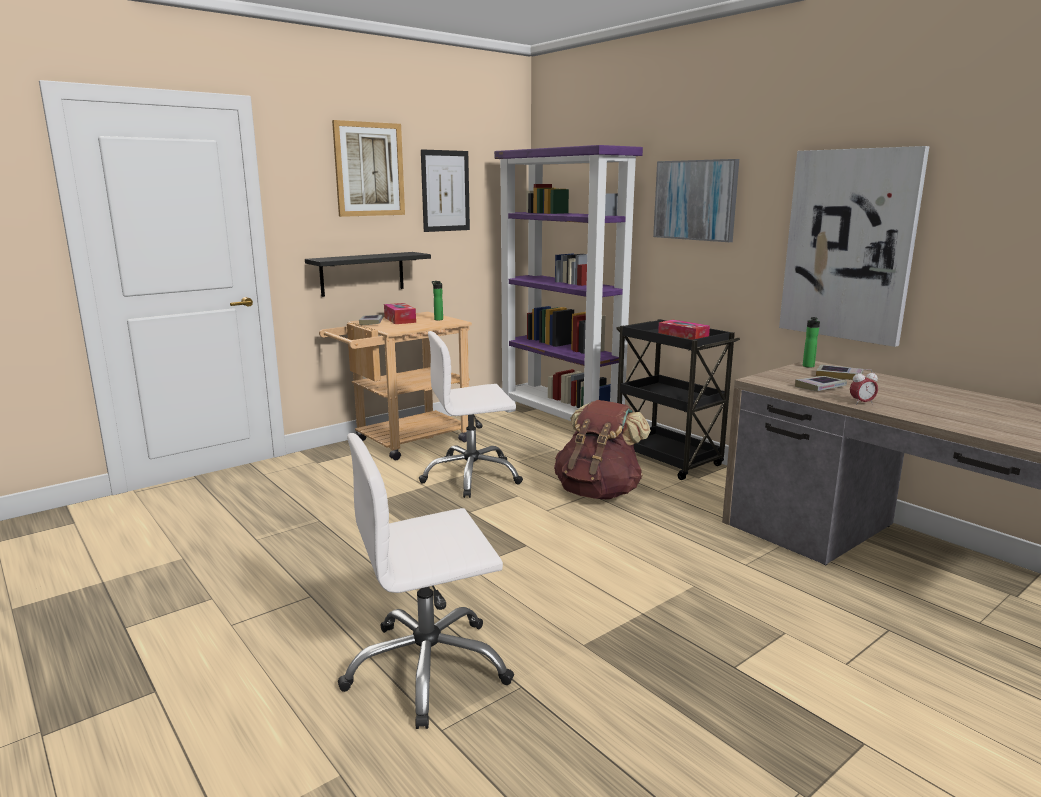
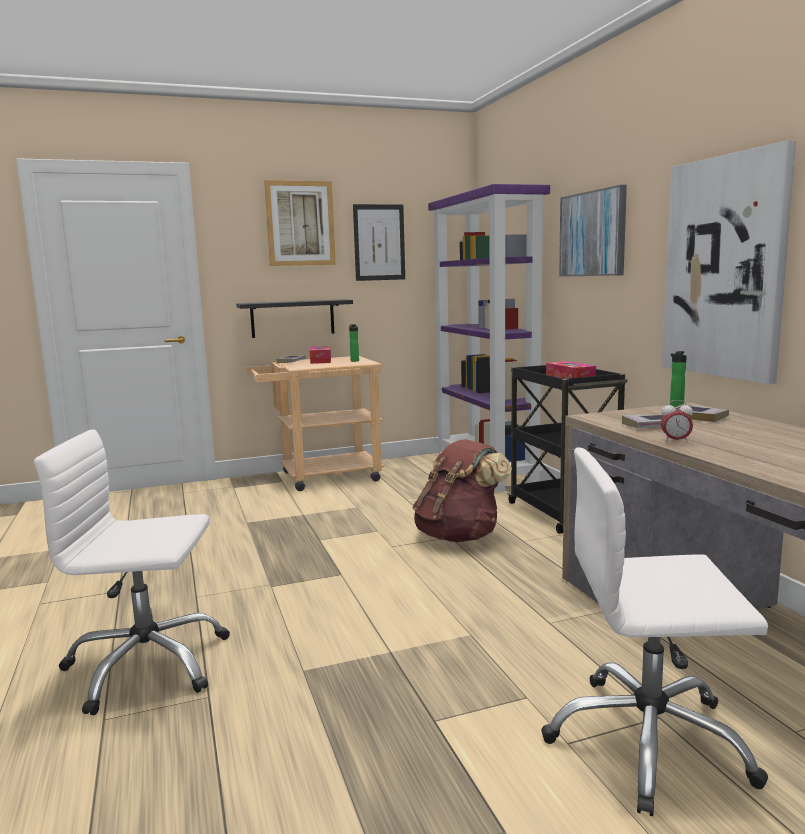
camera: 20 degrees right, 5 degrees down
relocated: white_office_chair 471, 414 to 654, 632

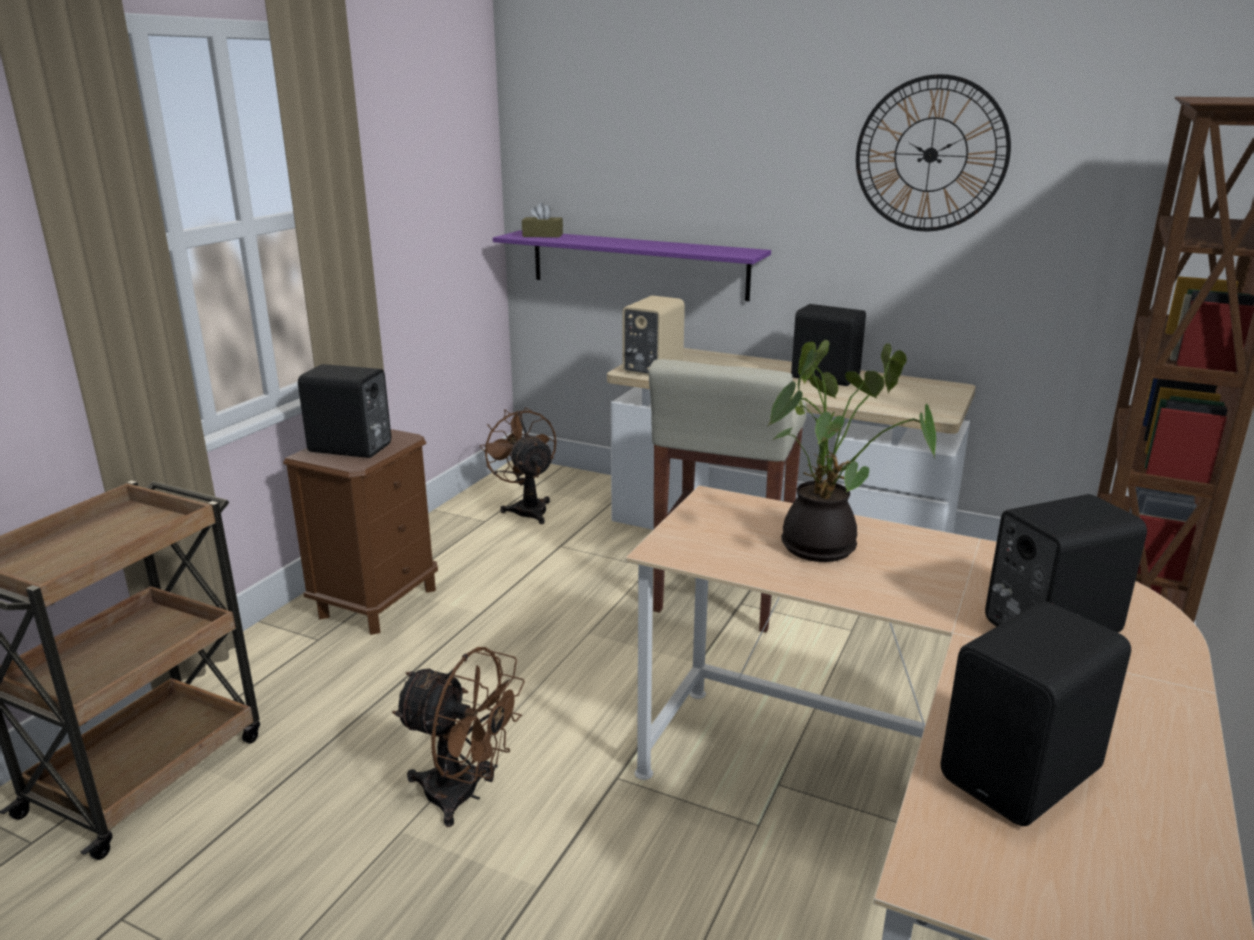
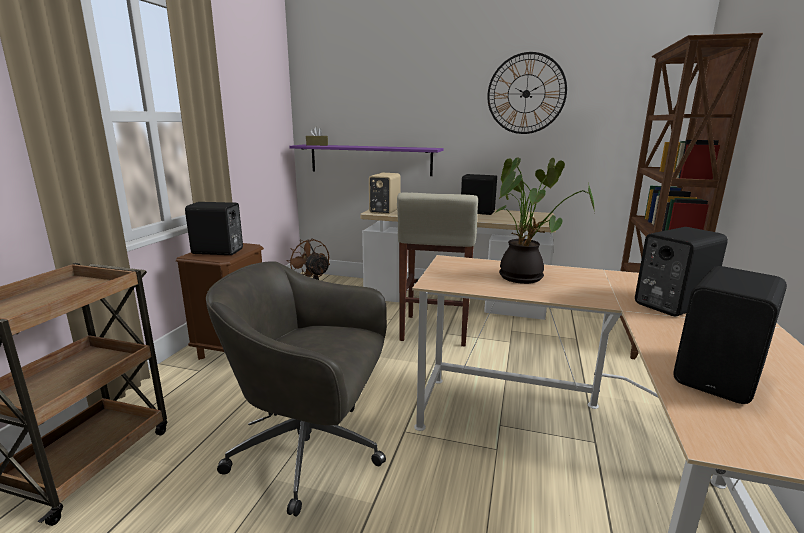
camera: 10 degrees left, 5 degrees down
exchanged: brown_fan 458, 737 to grey_office_chair 296, 388

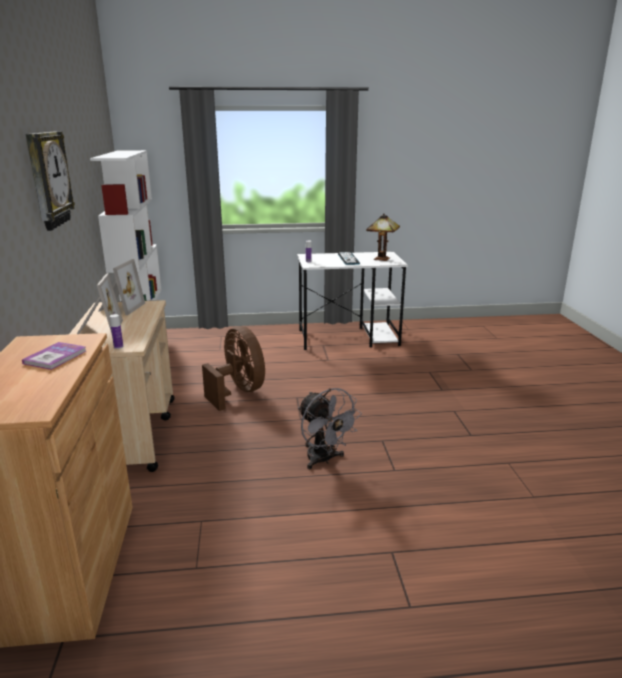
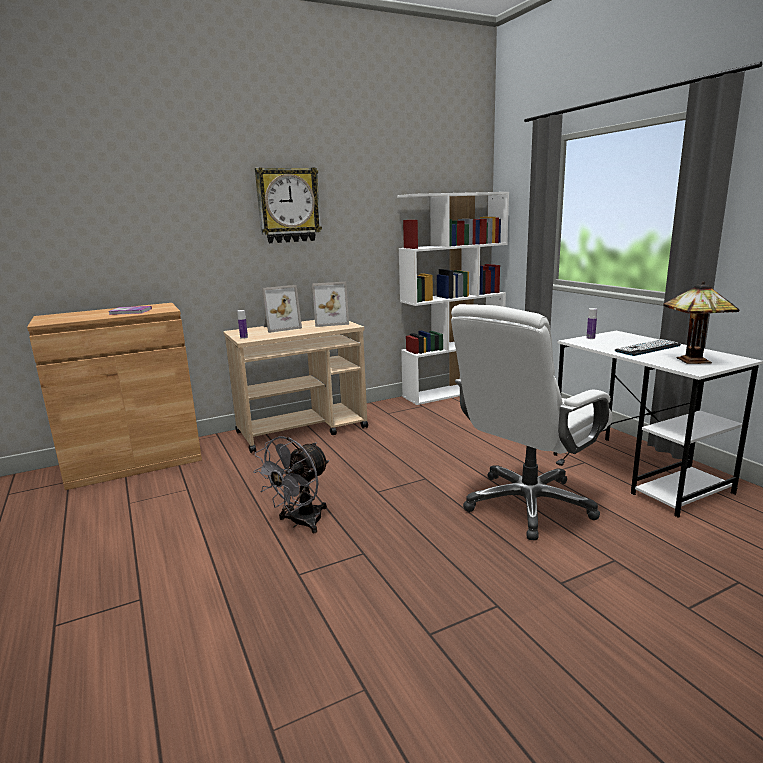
camera: 70 degrees right, 5 degrees down
missing: brown_fan 233, 368
appeared: white_office_chair 531, 422

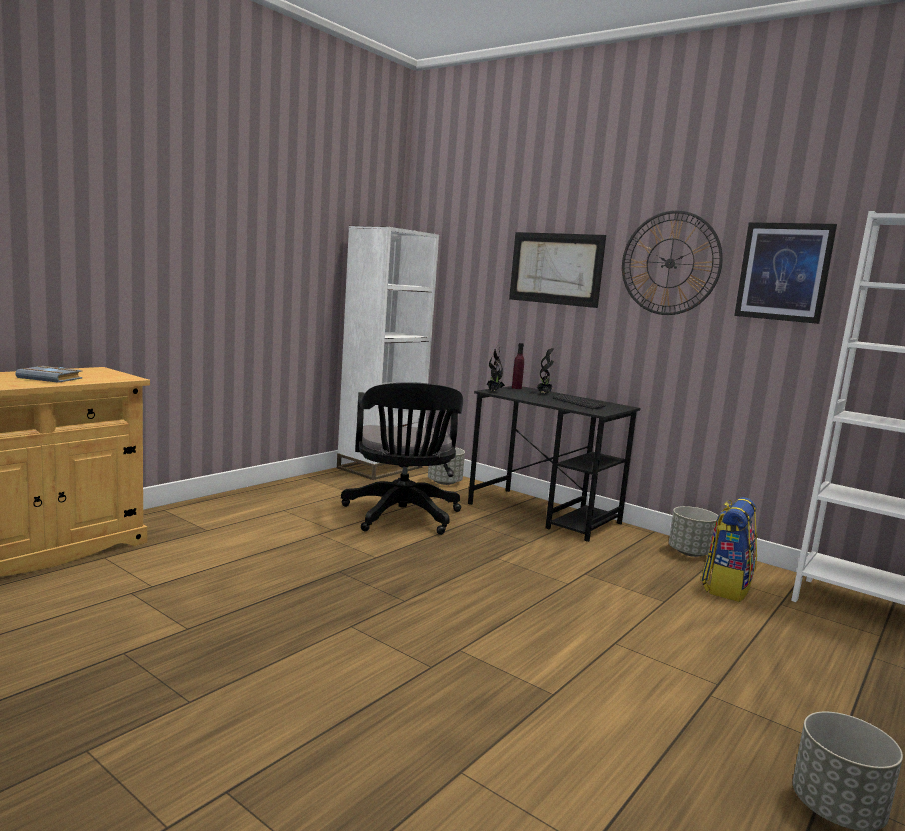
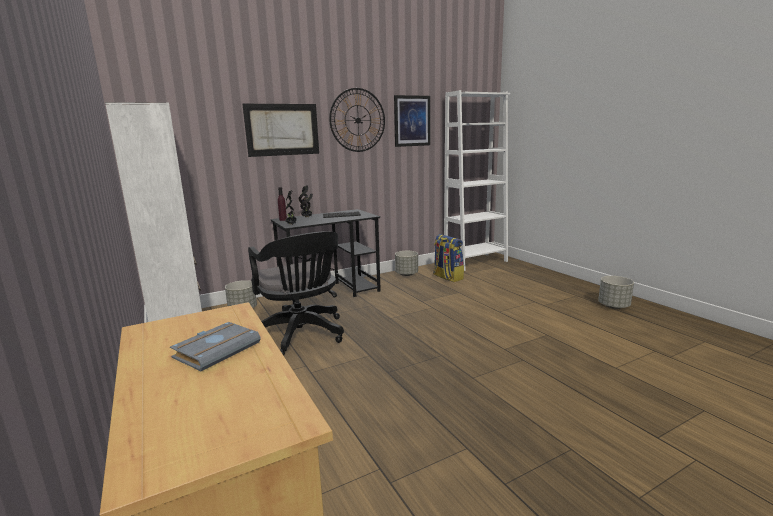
camera: 65 degrees left, 5 degrees up
spun: black_office_chair 402, 458 = 296, 293 45 degrees clockwise

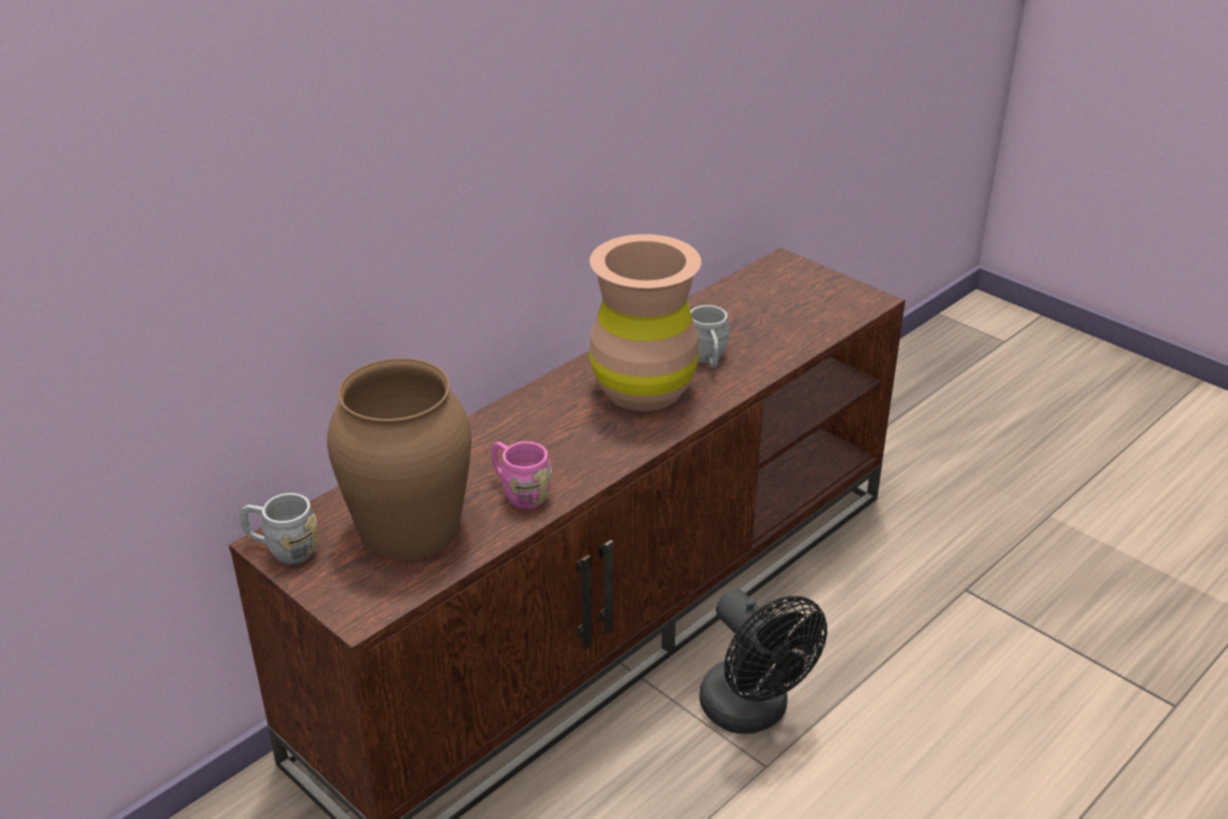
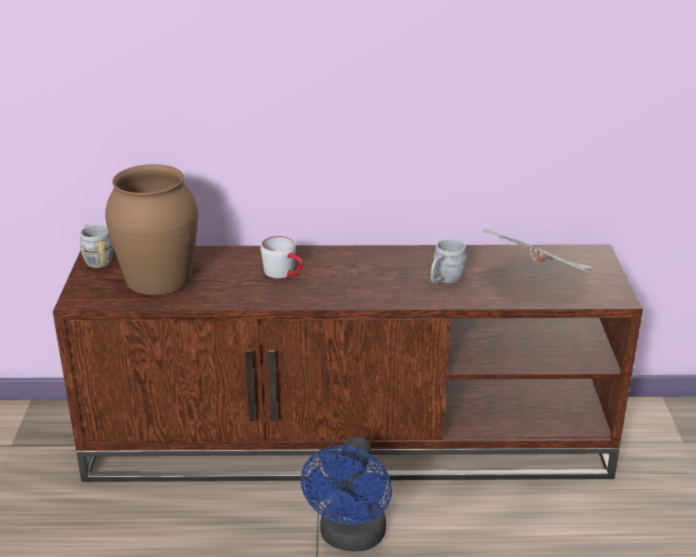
camera: 45 degrees right, 5 degrees down
missing: pink_mug 521, 475; brown_vase 645, 322
appeared: grey_mug 282, 257; newspaper 537, 251
colour: black_fan 763, 661 to blue_fan 346, 494

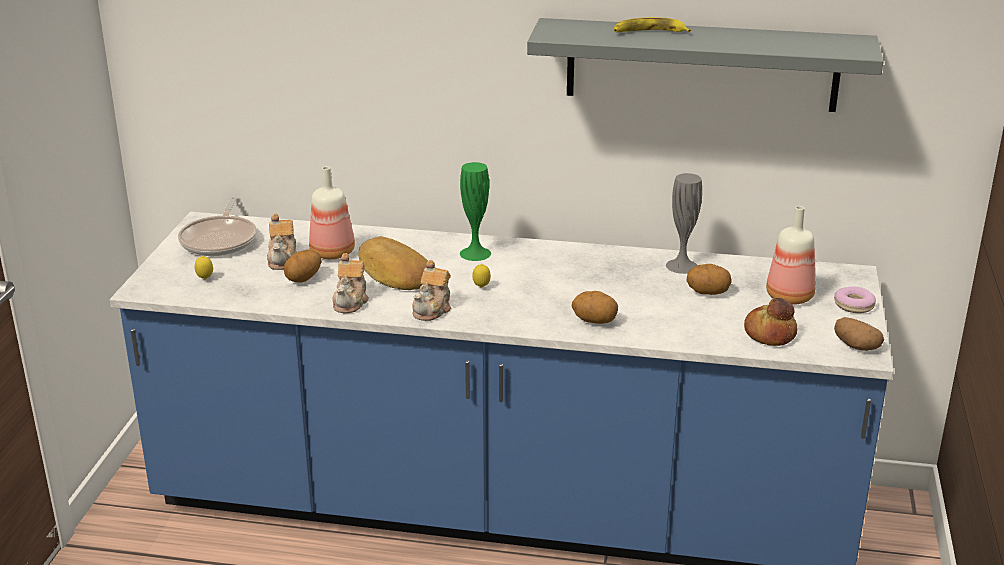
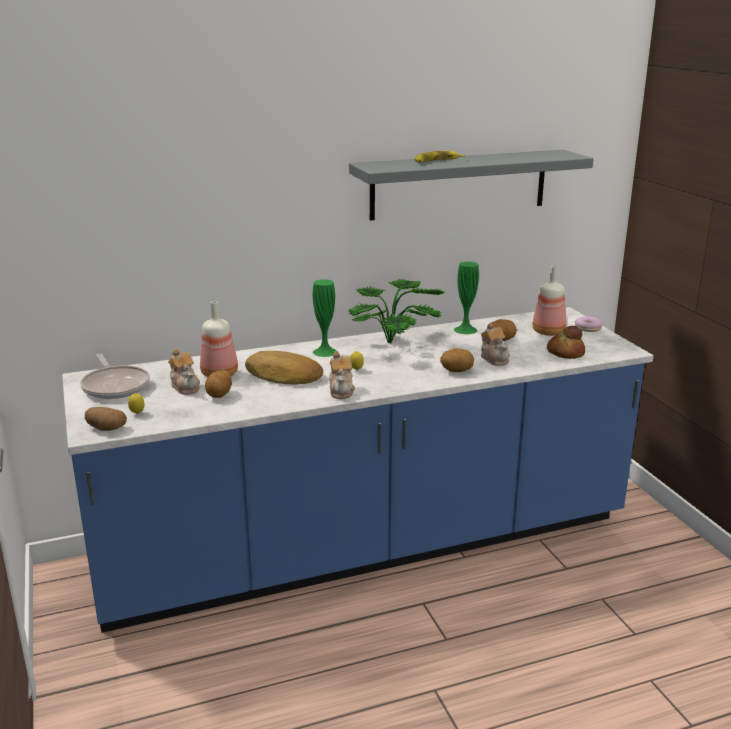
camera: 30 degrees left, 5 degrees down
appeared: potted_plant 396, 311
relocated: teapot 351, 283 to 495, 344; potato 859, 334 to 106, 419
colour: grey_vase 684, 223 to green_vase 466, 298

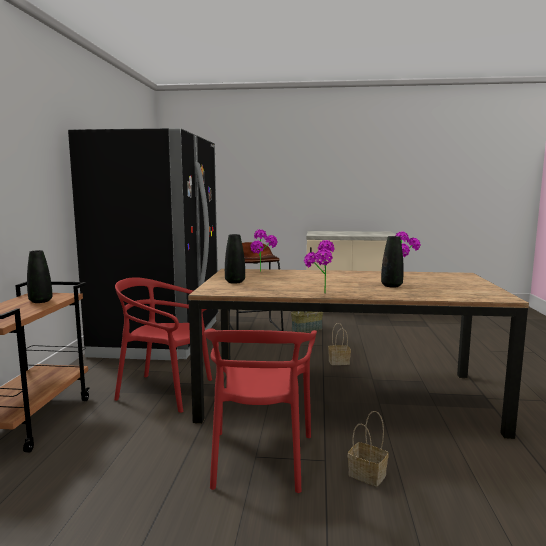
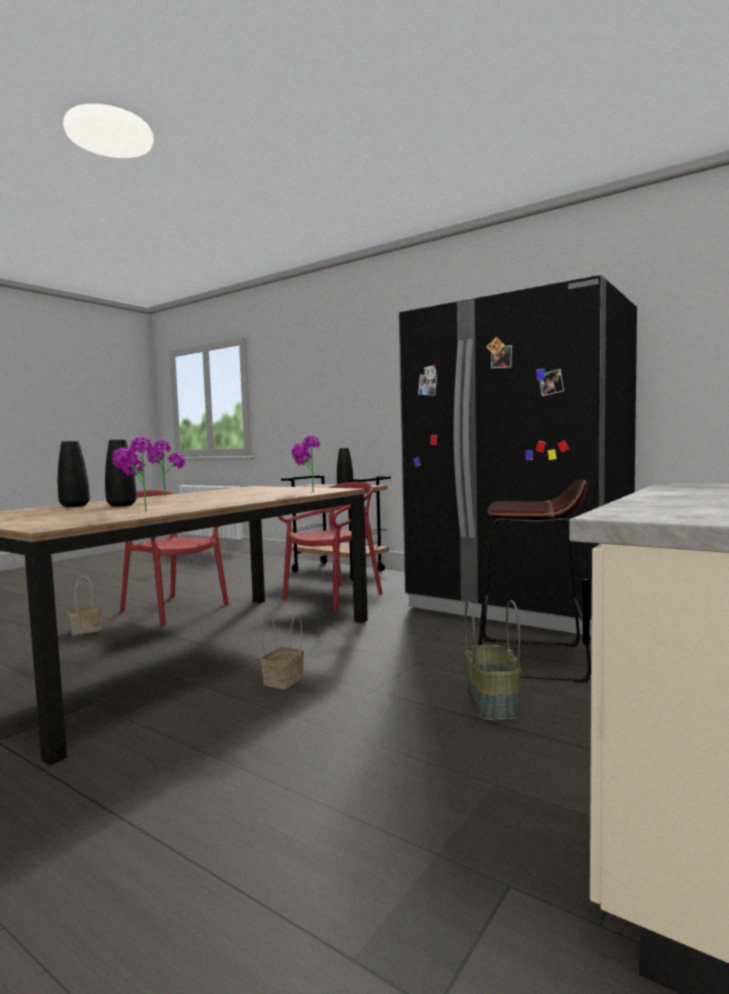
camera: 120 degrees right, 5 degrees down
relocated: black_vase 235, 259 to 74, 474

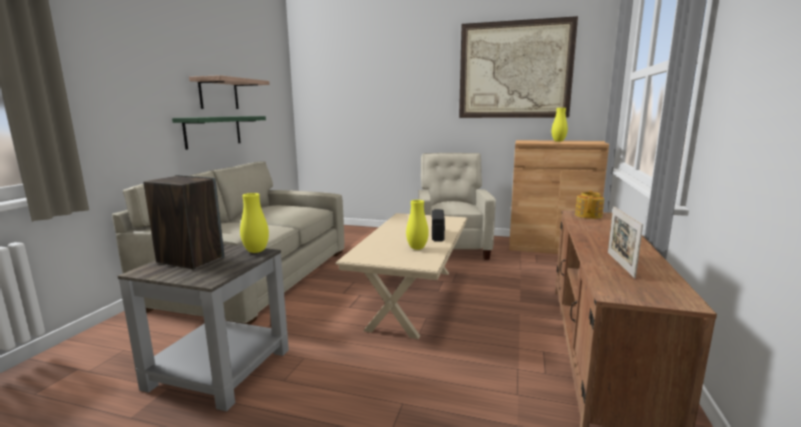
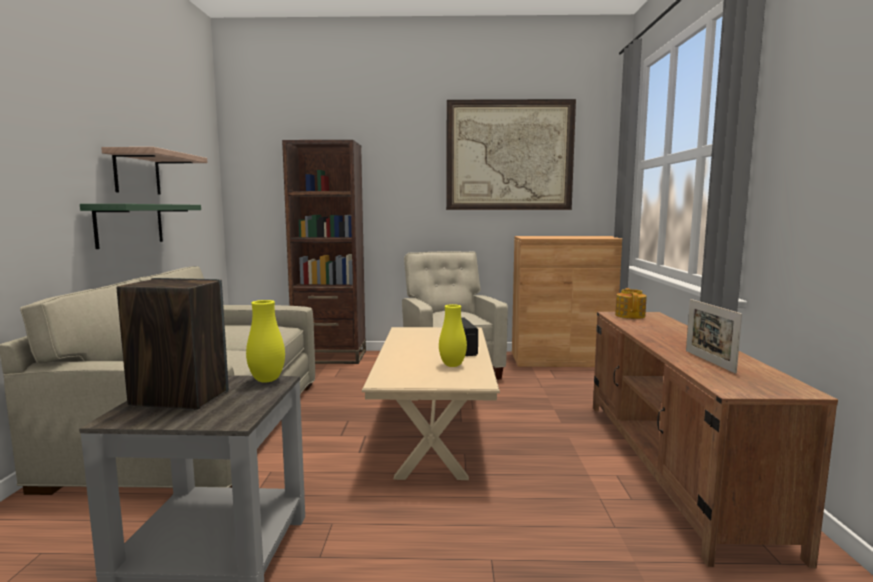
camera: 15 degrees left, 5 degrees down
missing: yellow_vase 559, 125
appeared: brown_bookcase 324, 252

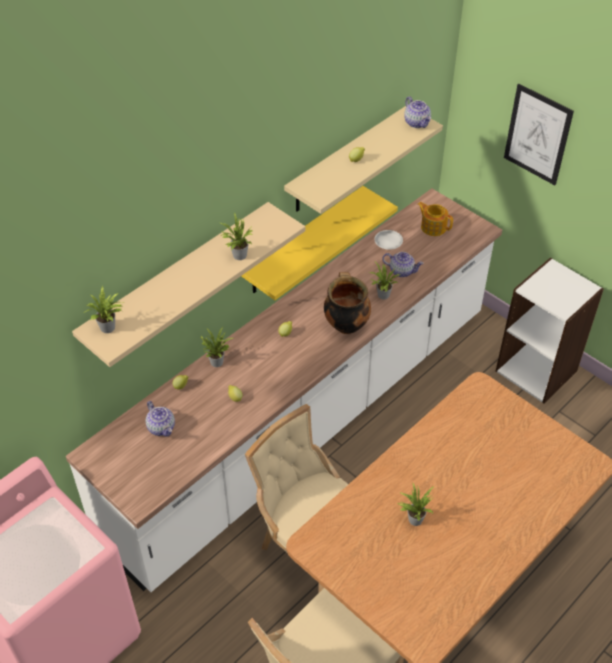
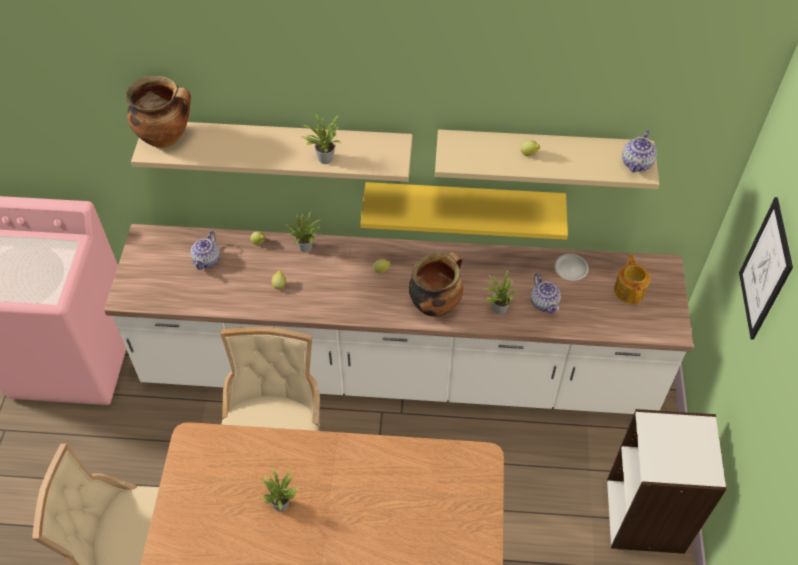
camera: 50 degrees right, 5 degrees up
exchanged: potted_plant 103, 309 to cooking_pot 158, 112

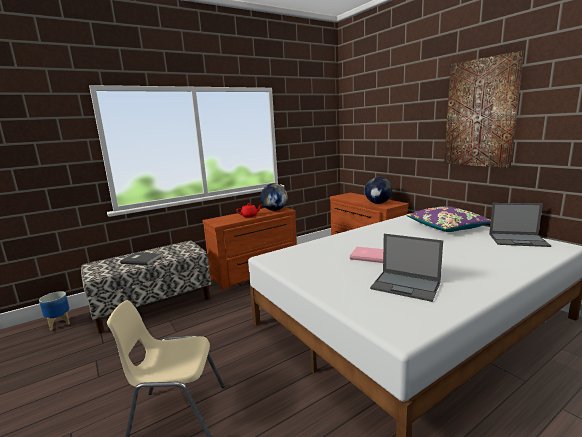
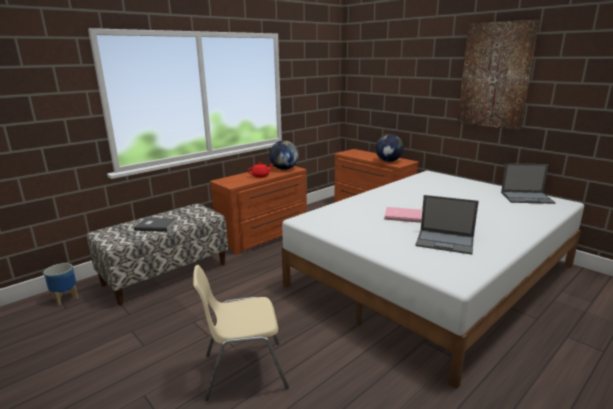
camera: 10 degrees left, 5 degrees up
missing: purple_pillow 448, 219

